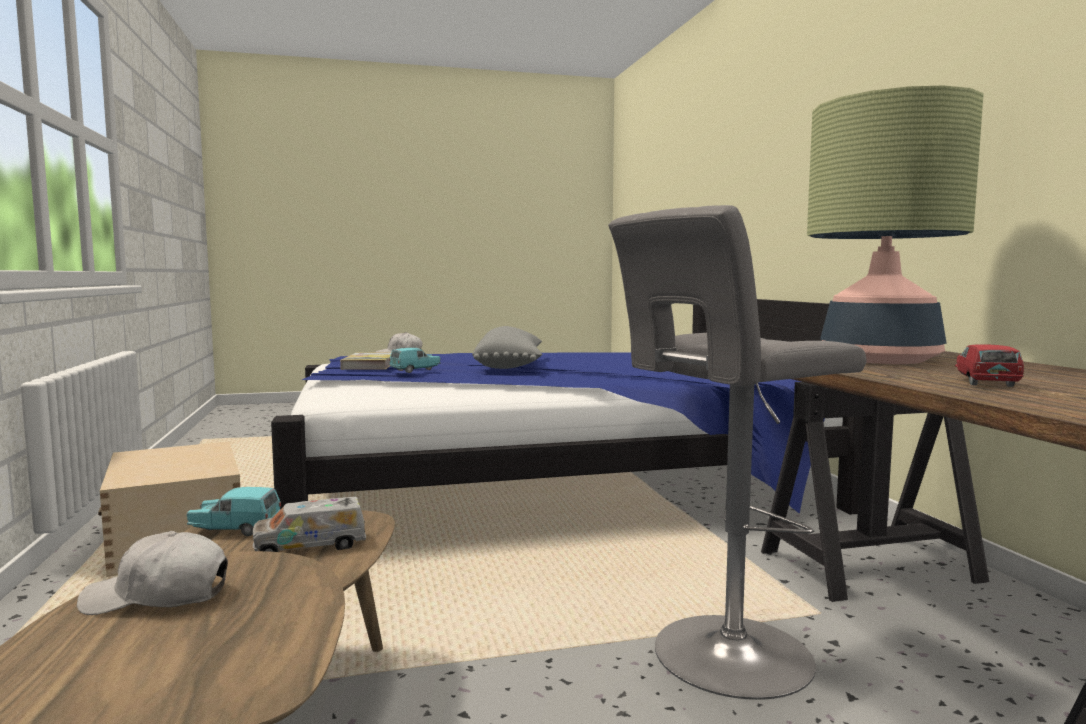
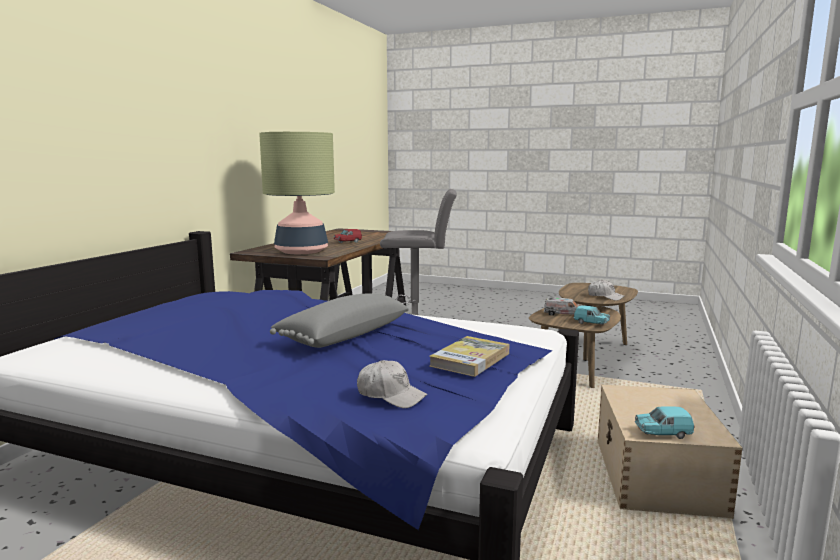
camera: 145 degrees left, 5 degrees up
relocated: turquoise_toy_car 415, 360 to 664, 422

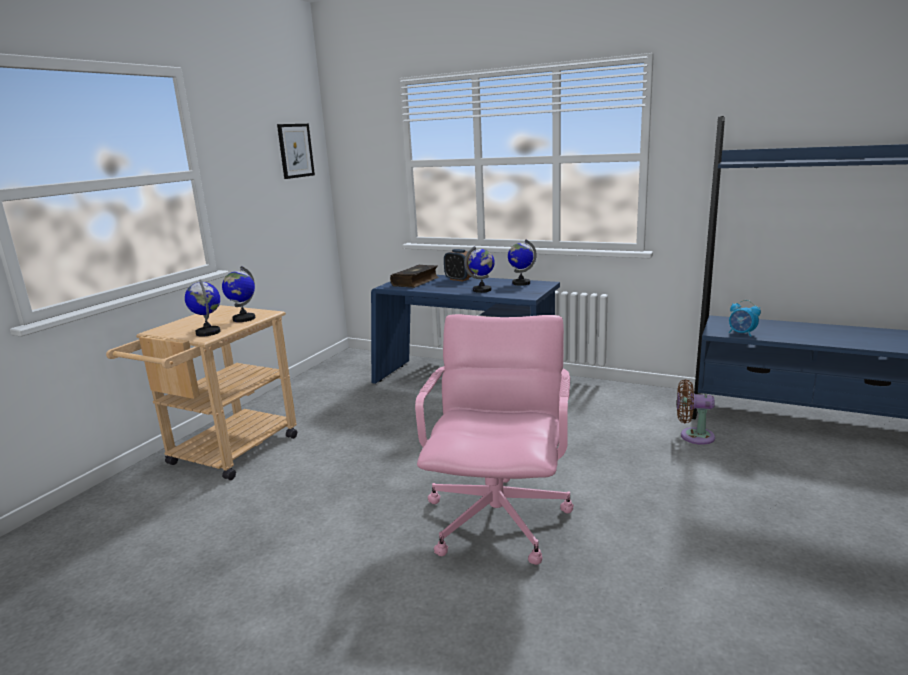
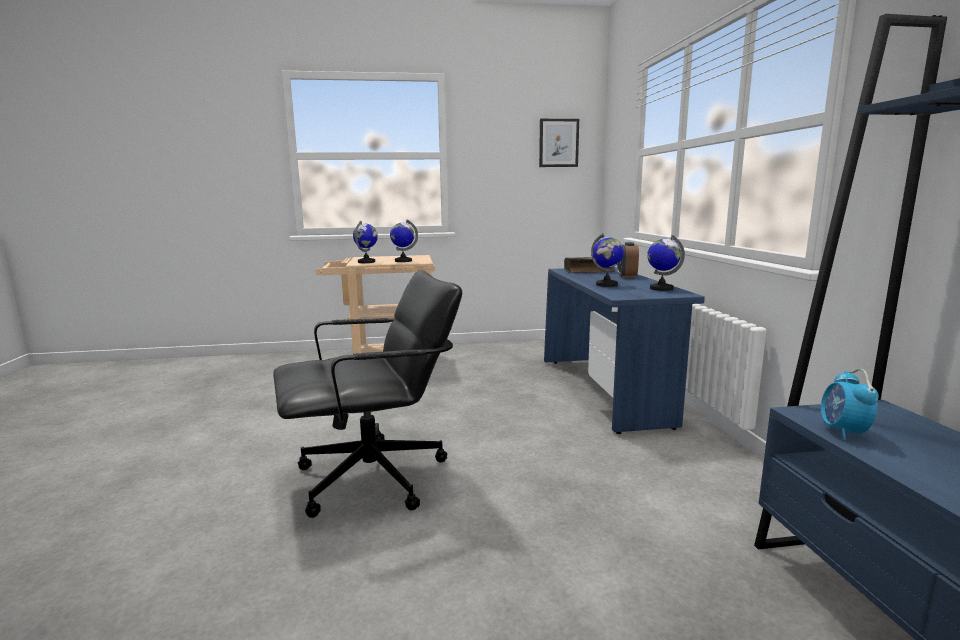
camera: 55 degrees right, 5 degrees down
missing: brown_fan 696, 412
colour: pink_office_chair 494, 439 to black_office_chair 367, 394

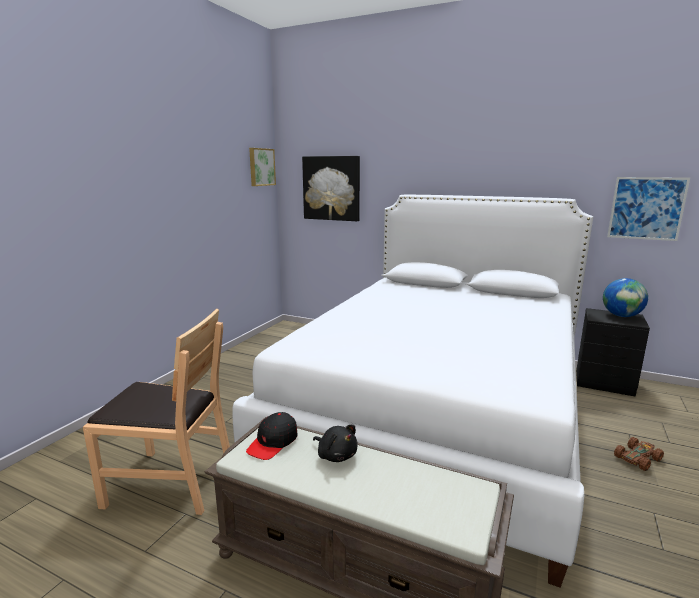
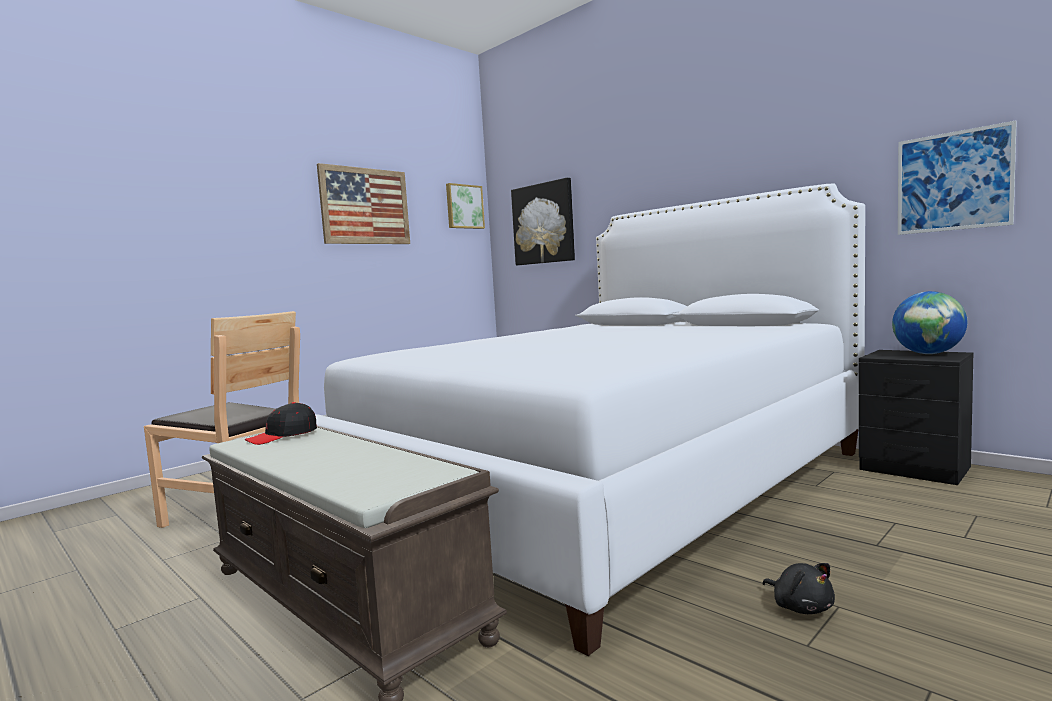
camera: 20 degrees right, 10 degrees down
missing: brown_toy_car 639, 454
appeared: picture 363, 203
relocated: black_plush_toy 335, 443 to 798, 588

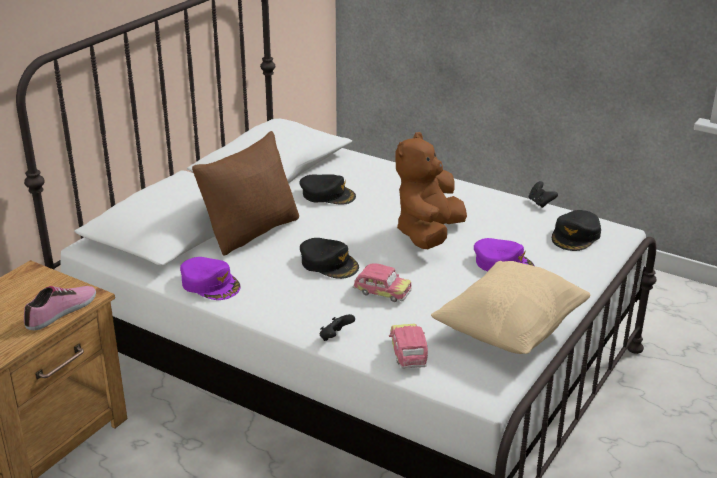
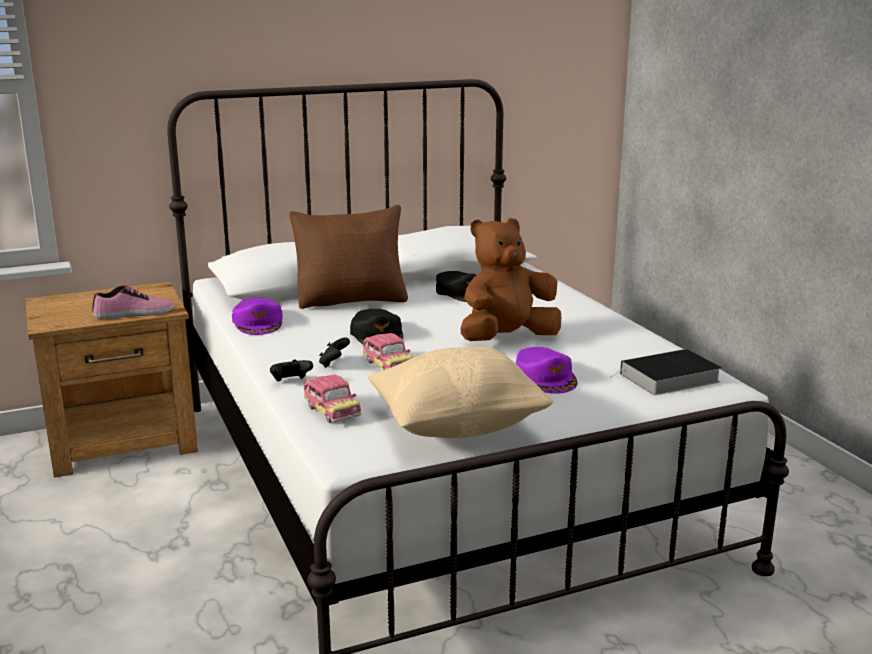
camera: 35 degrees right, 10 degrees down
relocated: black_game_controller 543, 194 to 334, 352
exchanged: black_cap 576, 230 to book 665, 372
spun: toy_car 408, 346 = 332, 399 120 degrees clockwise

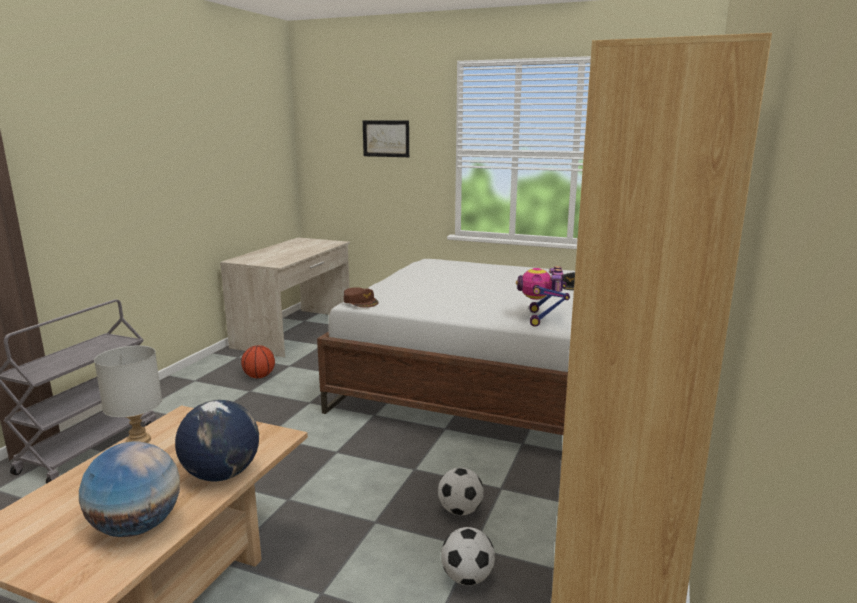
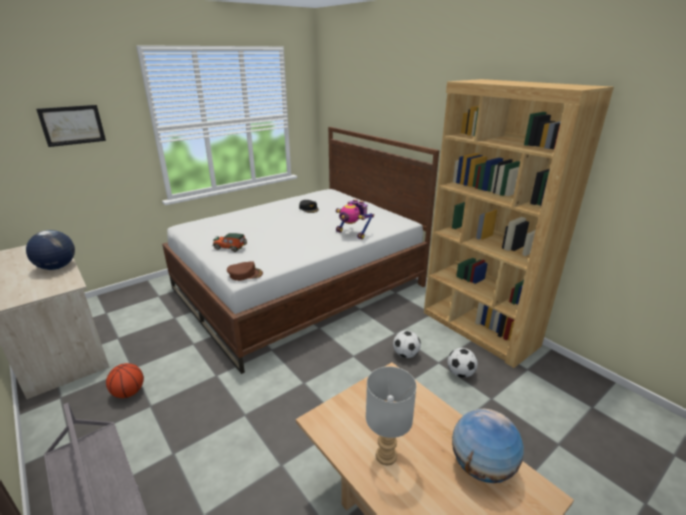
camera: 60 degrees left, 10 degrees up
appeared: toy_car 229, 242
relocated: globe 217, 440 to 50, 250

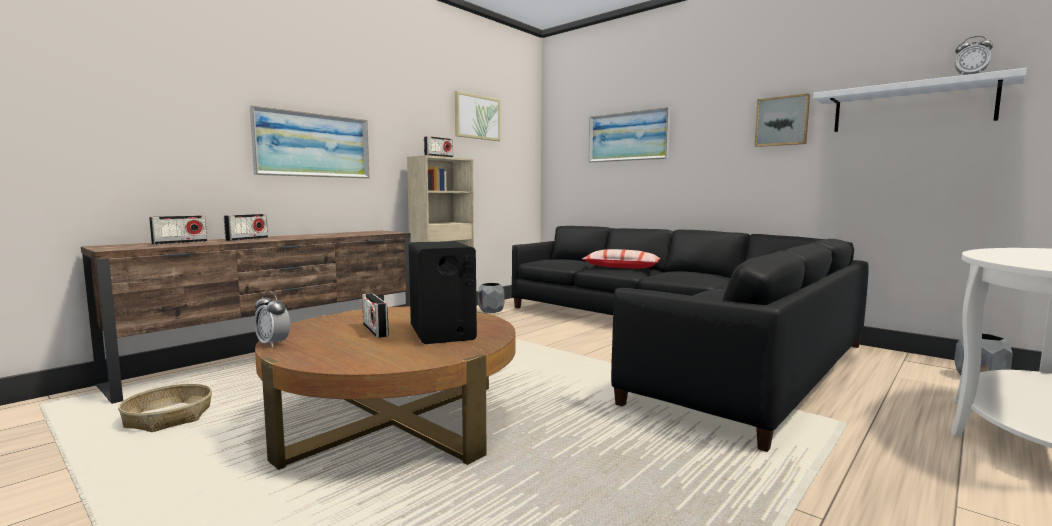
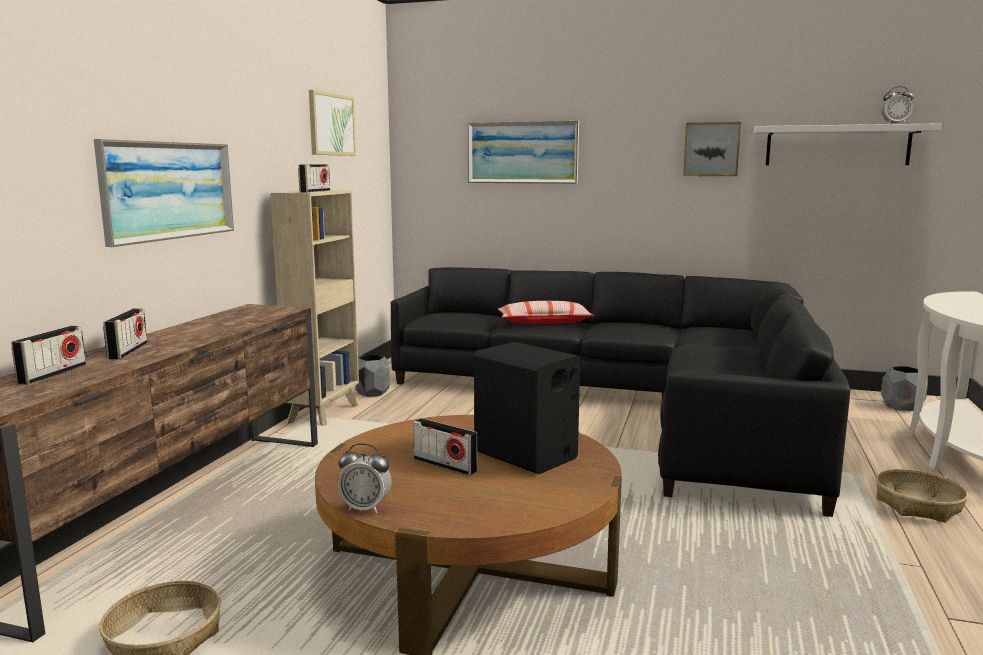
camera: 25 degrees left, 5 degrees up
appeared: basket 922, 495

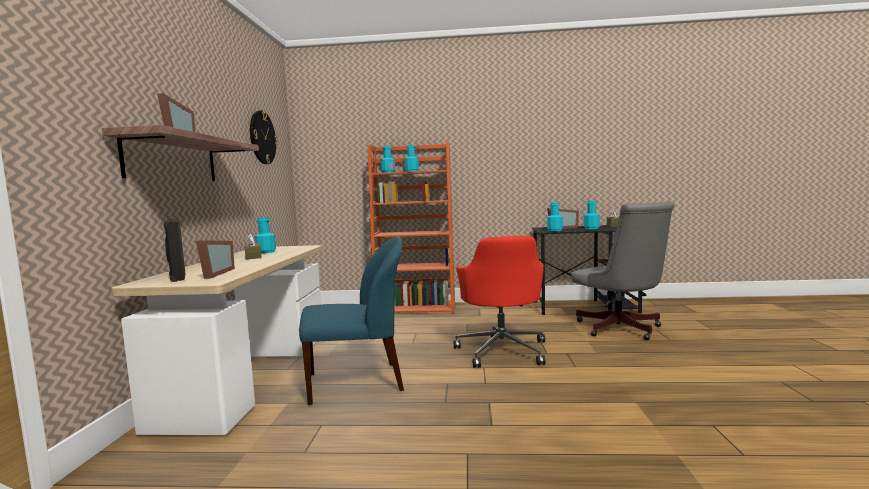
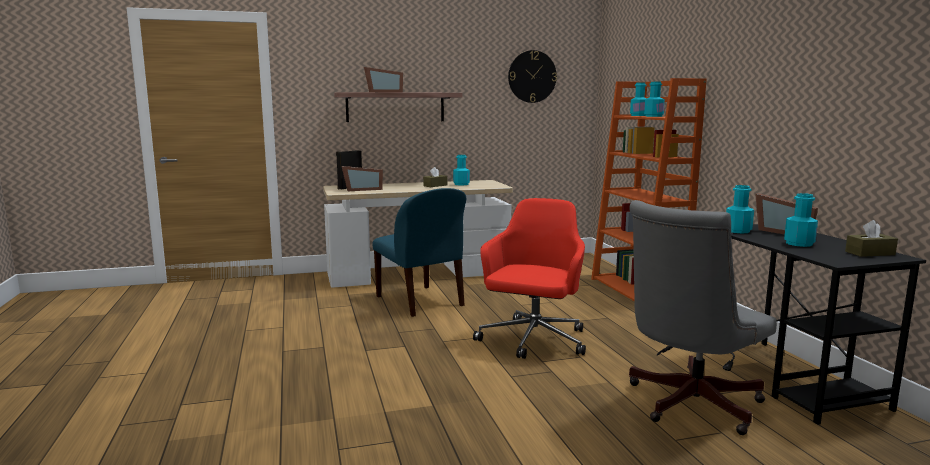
camera: 70 degrees right, 5 degrees up
spun: red_office_chair 500, 302 = 529, 278 135 degrees clockwise

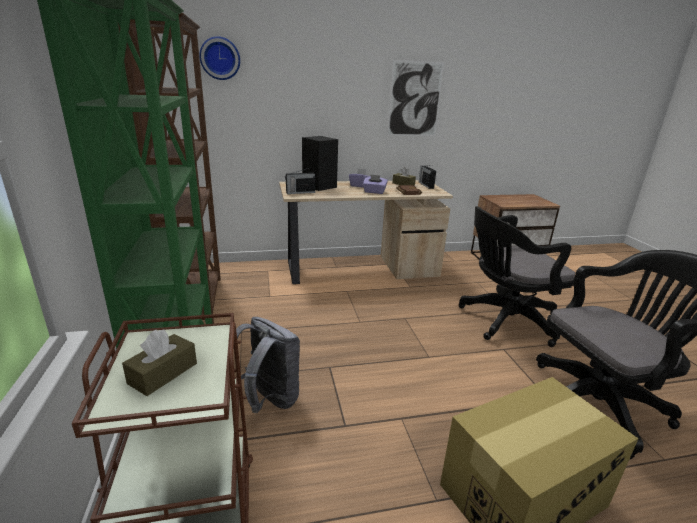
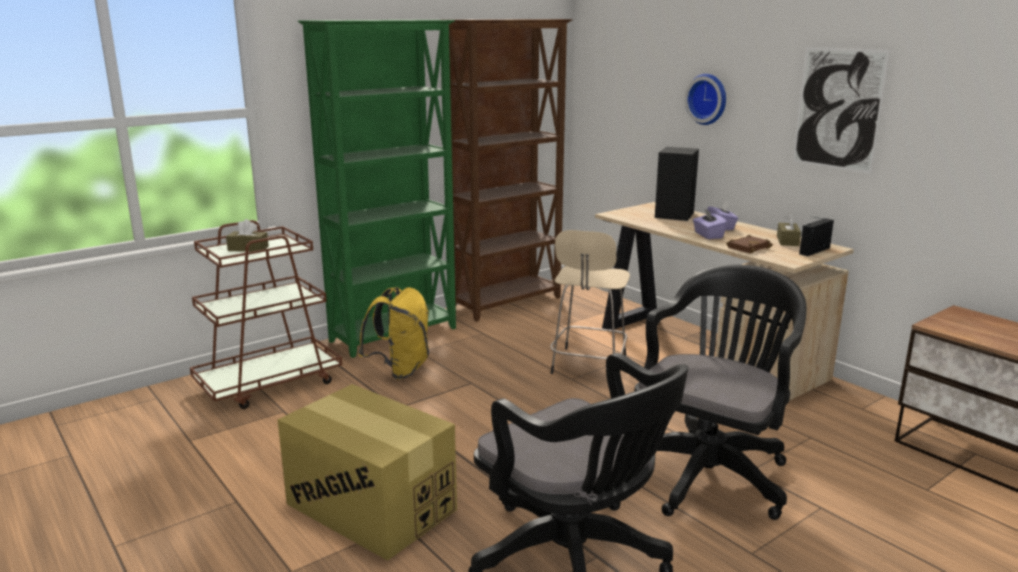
camera: 65 degrees right, 5 degrees down
missing: radio 300, 181
appeared: beige_stool 590, 302
relocated: wall_clock 219, 58 to 705, 99
colour: grey_backpack 268, 365 to yellow_backpack 393, 333
spun: black_office_chair 517, 276 = 720, 392 75 degrees clockwise

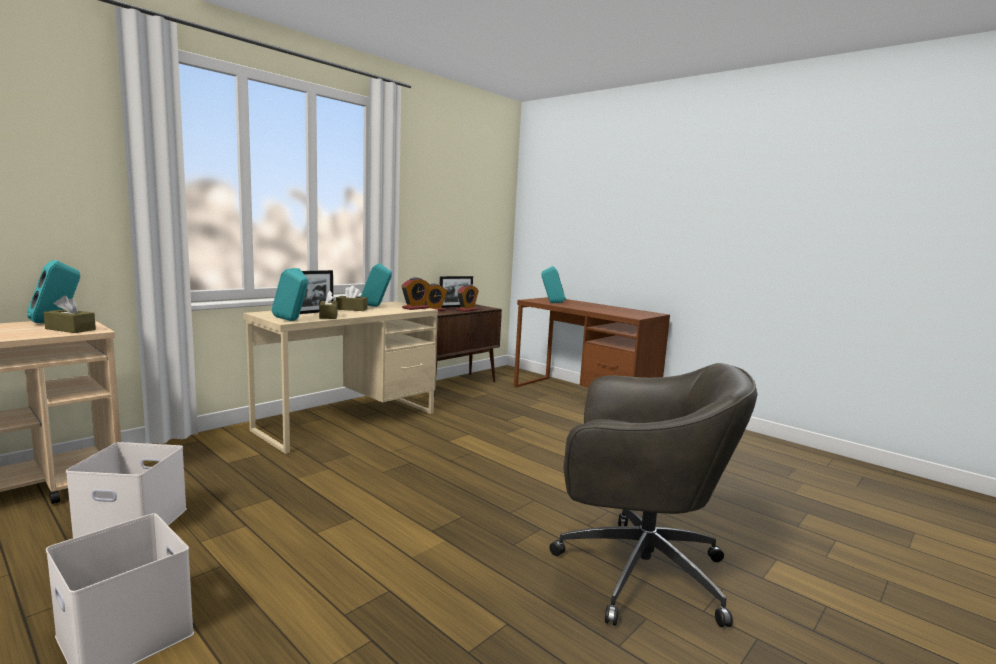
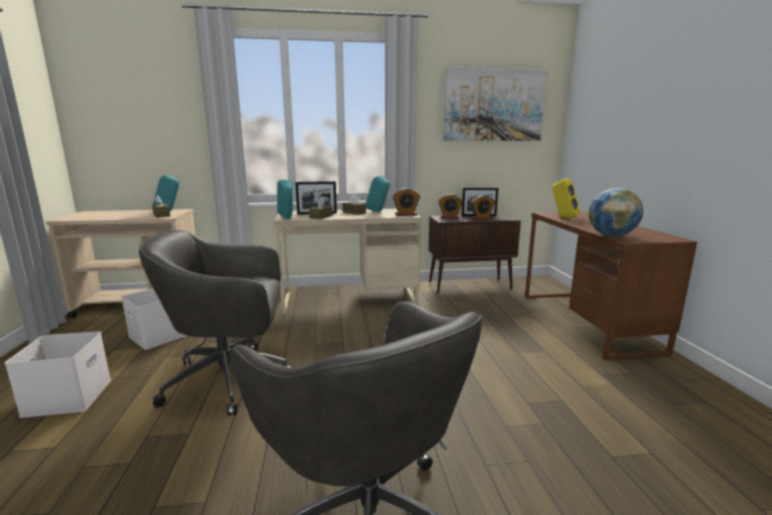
camera: 40 degrees right, 5 degrees up
appeared: grey_office_chair 215, 323; picture 495, 104; globe 616, 212
colour: turquoise_speaker 553, 284 to yellow_speaker 566, 198

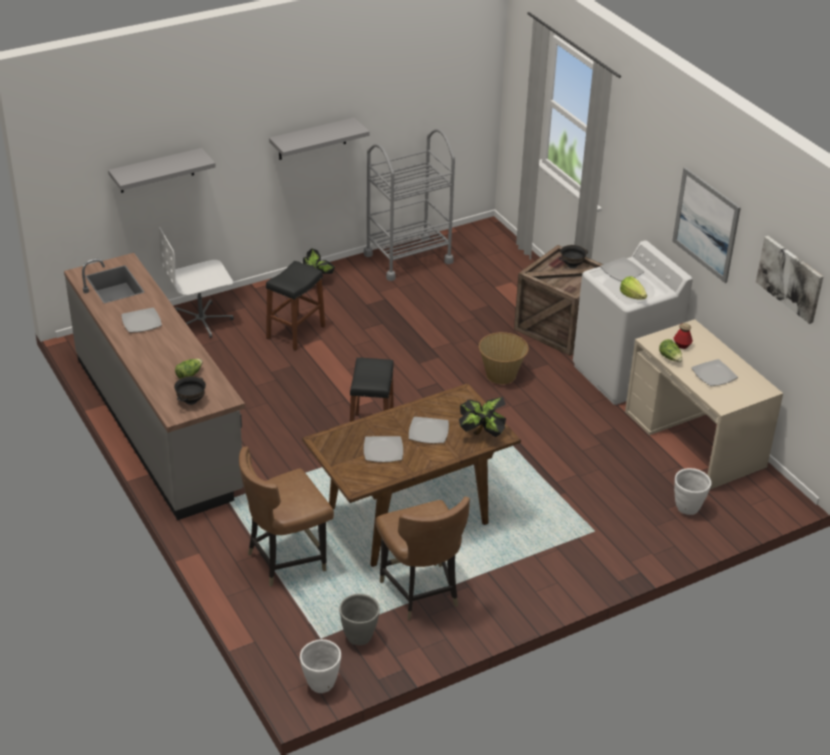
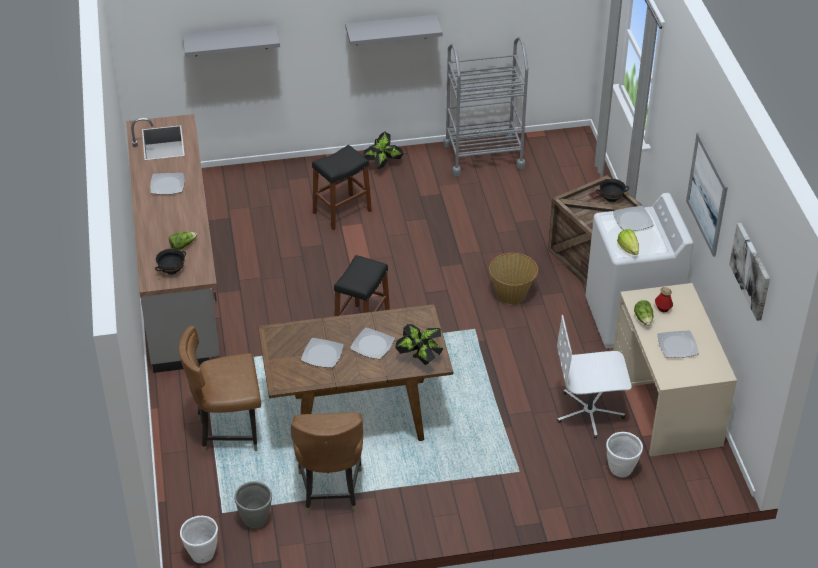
camera: 20 degrees right, 5 degrees up
relocated: white_office_chair 196, 282 to 594, 376

